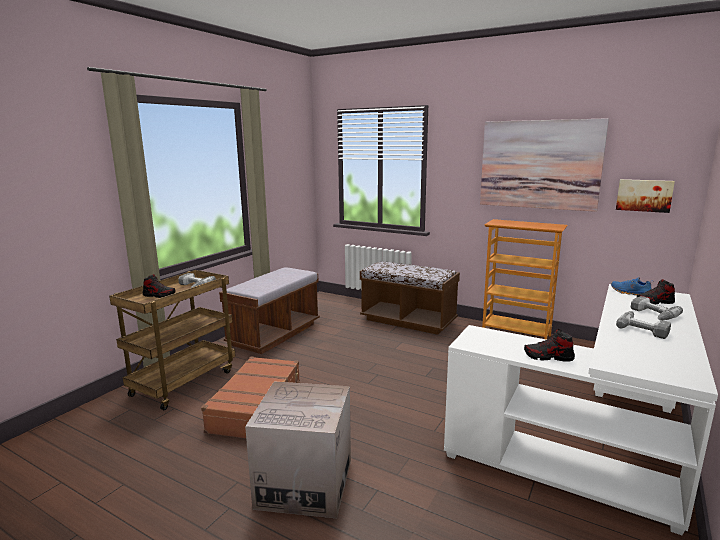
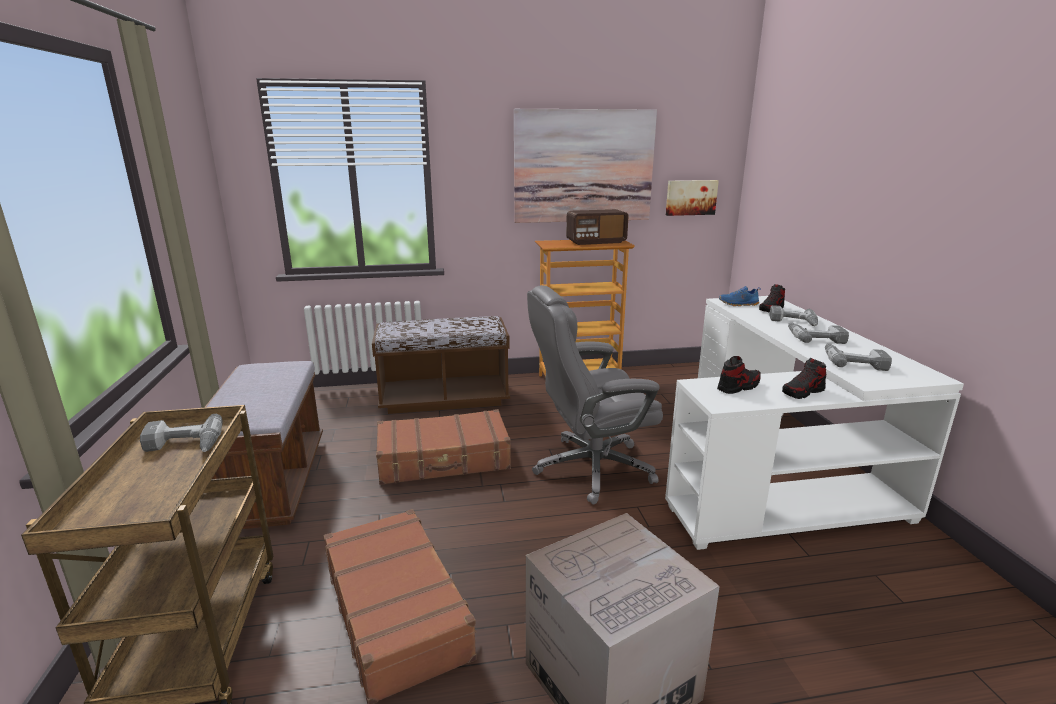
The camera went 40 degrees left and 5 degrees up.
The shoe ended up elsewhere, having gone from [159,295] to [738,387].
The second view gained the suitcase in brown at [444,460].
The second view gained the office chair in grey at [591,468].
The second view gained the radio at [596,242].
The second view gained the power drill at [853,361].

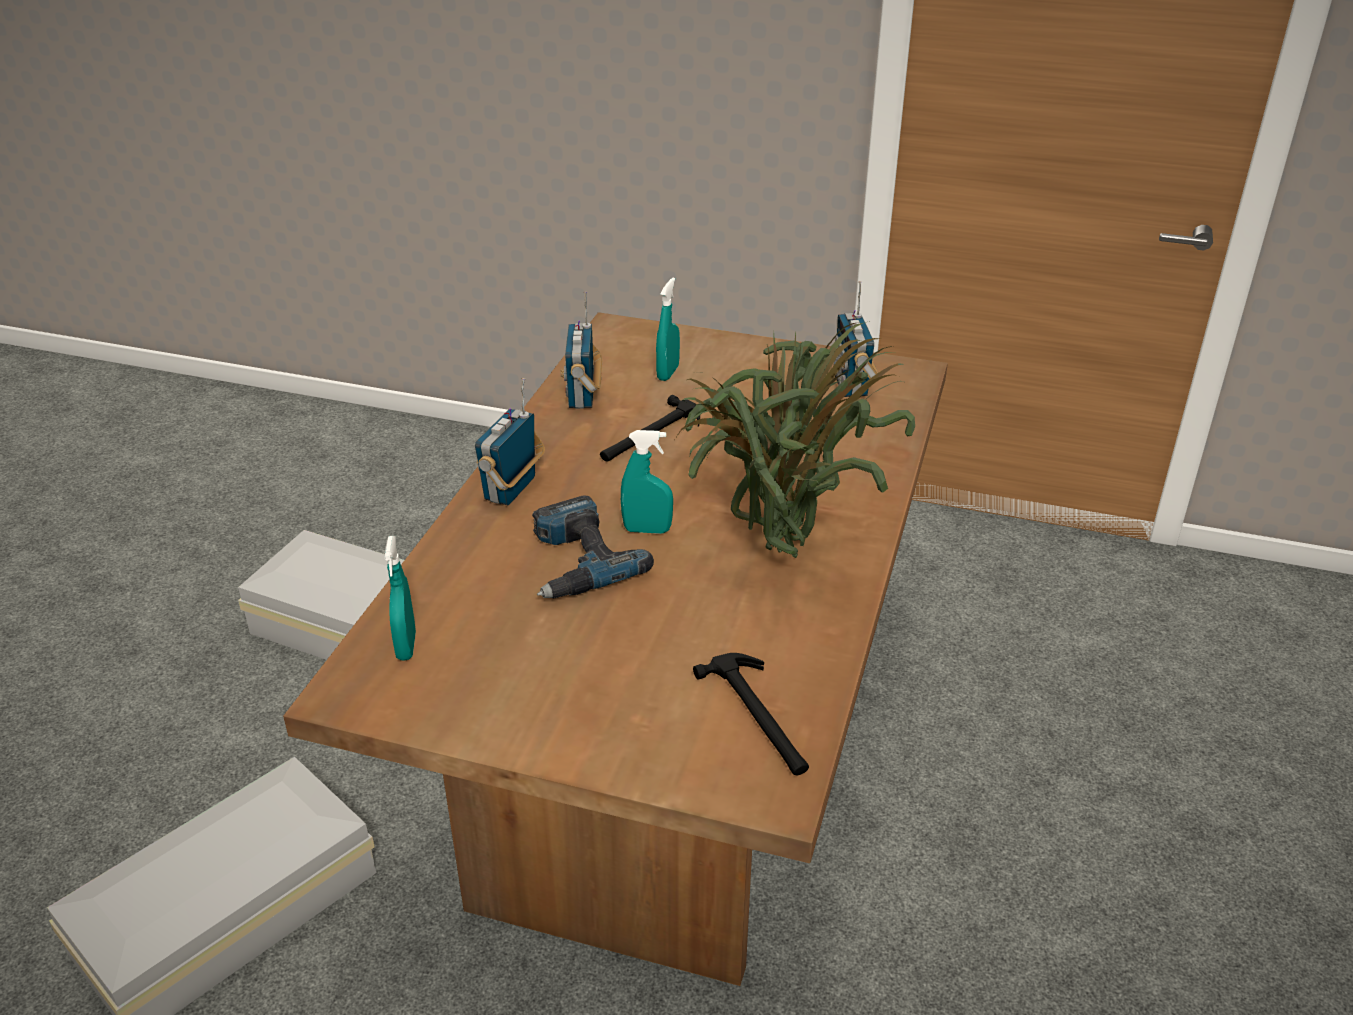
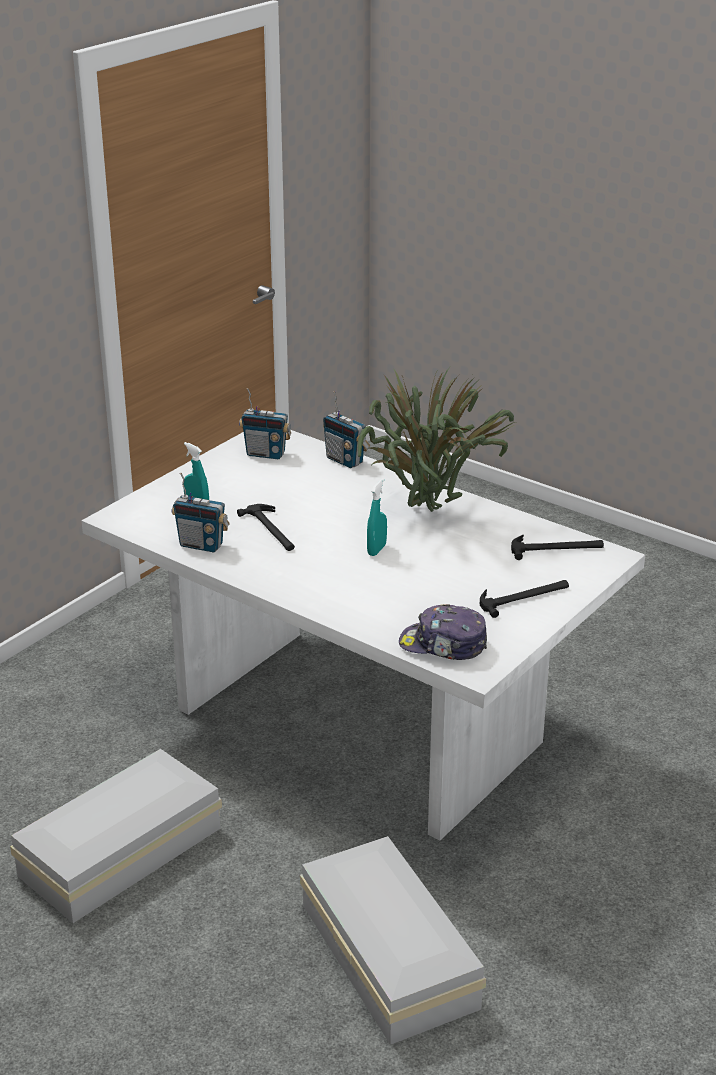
The camera went 70 degrees left and 5 degrees down.
What was the dining table in brown at [678,762] turned into the dining table in white at [360,725].
Where the spray bottle in turquoise stood at [406,646], the cap came to stand at [443,645].
The radio ended up elsewhere, having gone from [511,489] to [345,460].
The second view lost the power drill at [576,561].
The second view gained the hammer at [524,597].

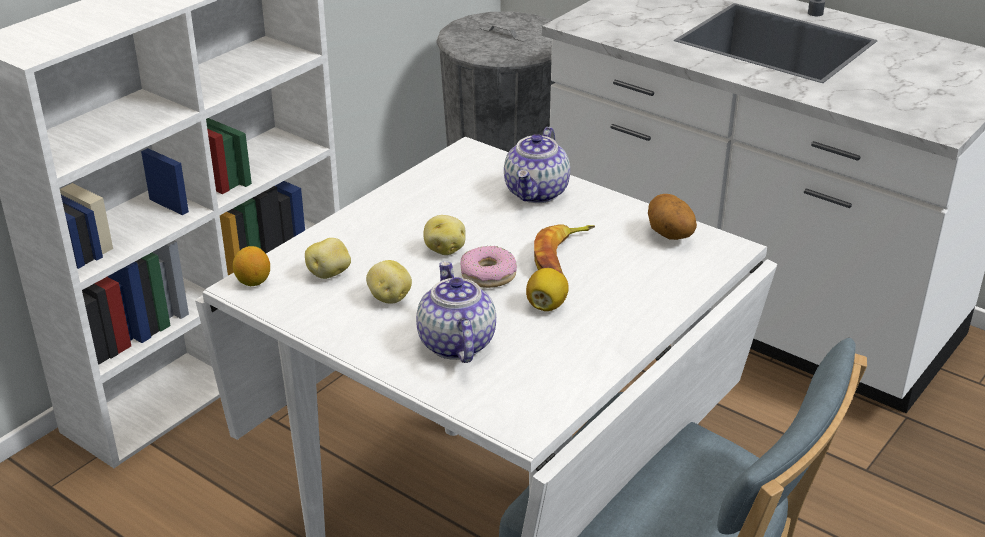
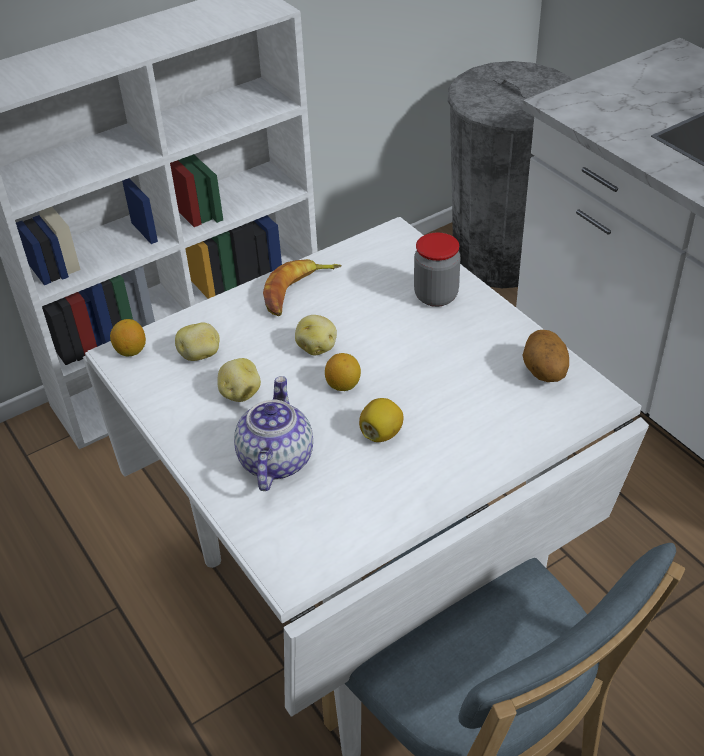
The camera went 20 degrees right and 10 degrees up.
Where the donut stood at [488,275], the lemon came to stand at [343,385].
Where the teapot stood at [537,193], the jar came to stand at [436,296].
The banana ended up elsewhere, having gone from [563,258] to [298,292].

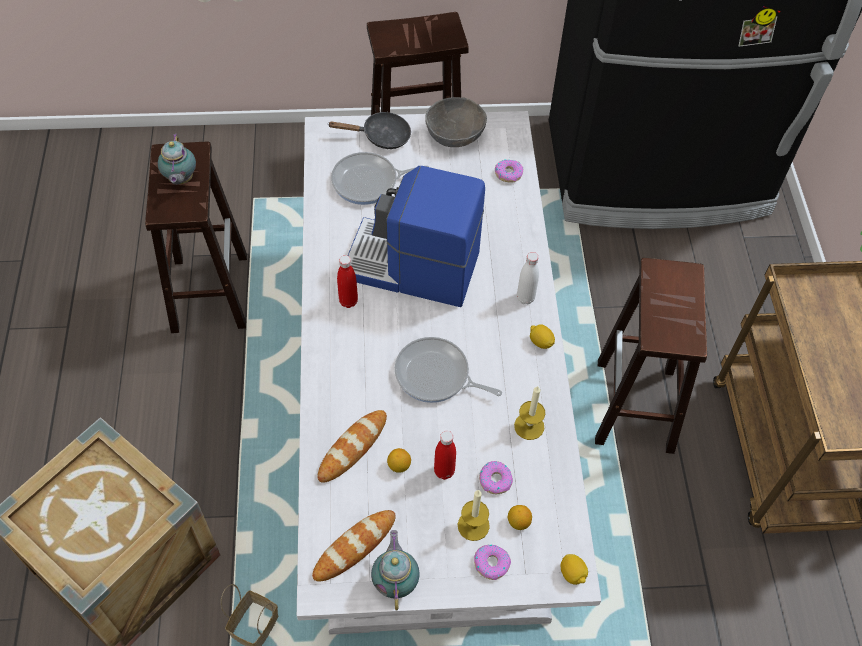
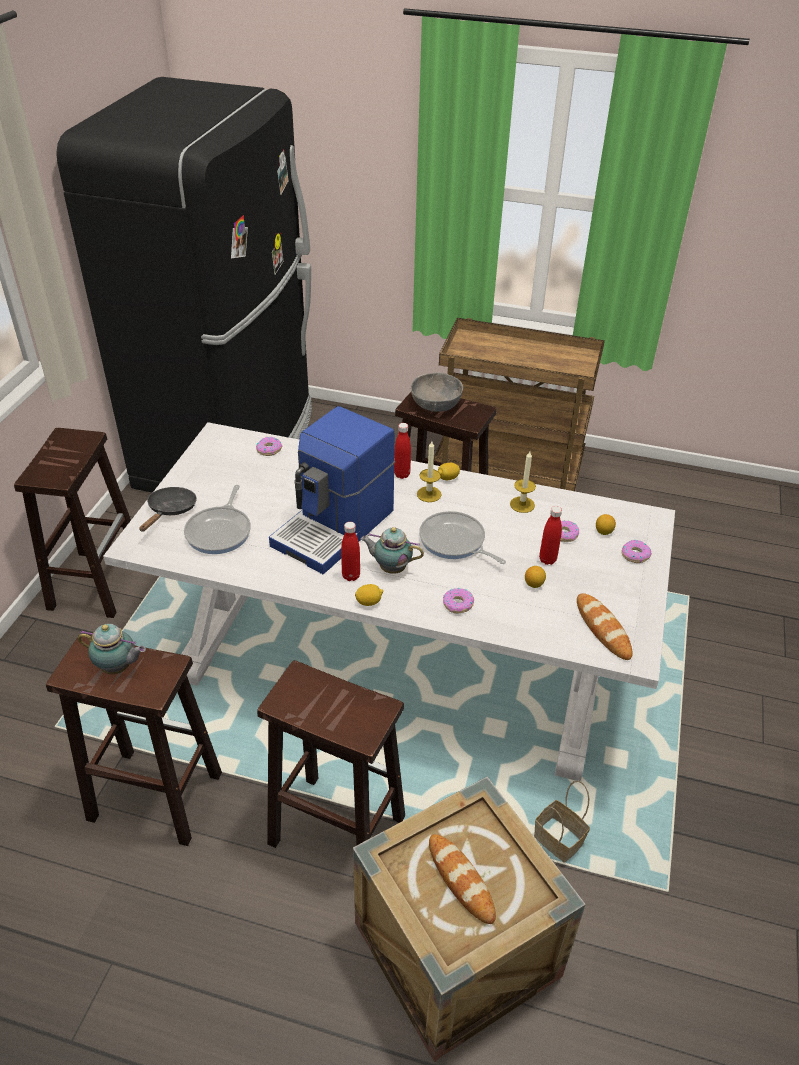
The camera went 70 degrees left and 15 degrees down.
The bread ended up elsewhere, having gone from [352,447] to [460,880].
The teapot ended up elsewhere, having gone from [396,581] to [391,568].
The frying pan at [436,376] ended up facing another way, 90 degrees clockwise from before.
The bowl in grey ended up elsewhere, having gone from [455,135] to [436,404].
The candle ended up elsewhere, having gone from [473,525] to [429,494].
What was the bottle in white at [525,298] turned into the bottle in red at [402,474].
The lemon ended up elsewhere, having gone from [572,574] to [369,602].
The second view gained the stool in brown at [335,830].
The second view gained the donut at [458,604].

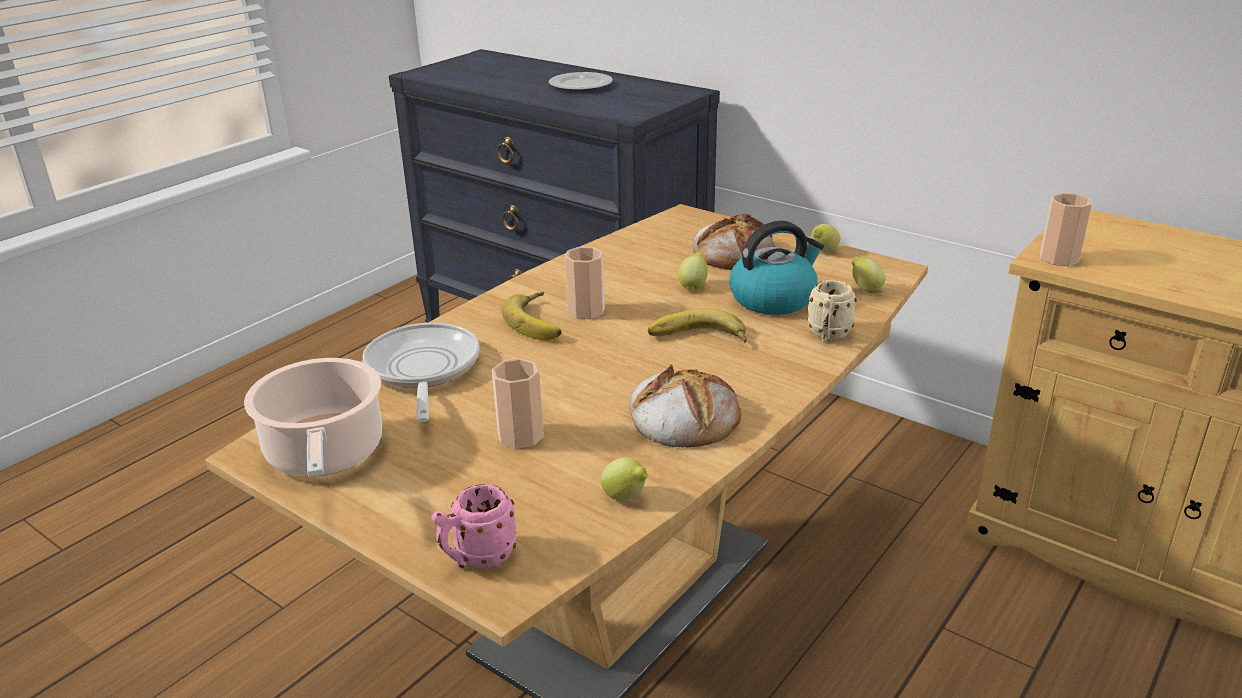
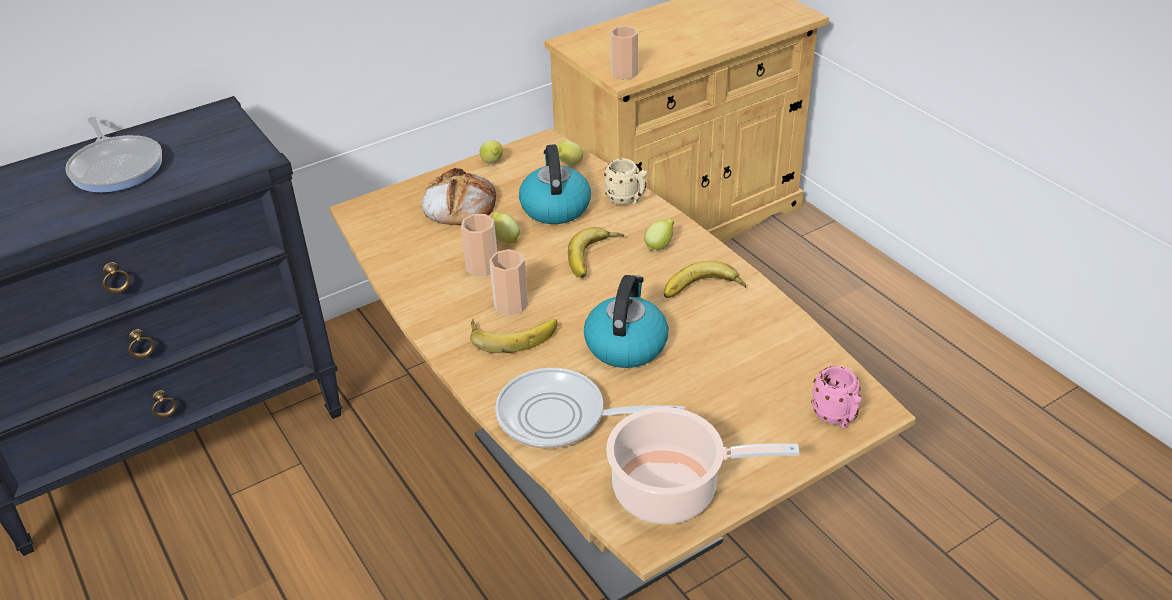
The camera went 70 degrees left and 10 degrees up.
The cup ended up elsewhere, having gone from [520,436] to [482,267].
Where the plate stood at [581,85], the frying pan came to stand at [117,167].
The lemon ended up elsewhere, having gone from [625,497] to [659,246].
Where the bread stood at [683,416], the banana came to stand at [703,291].
The second view gained the kettle at [626,344].

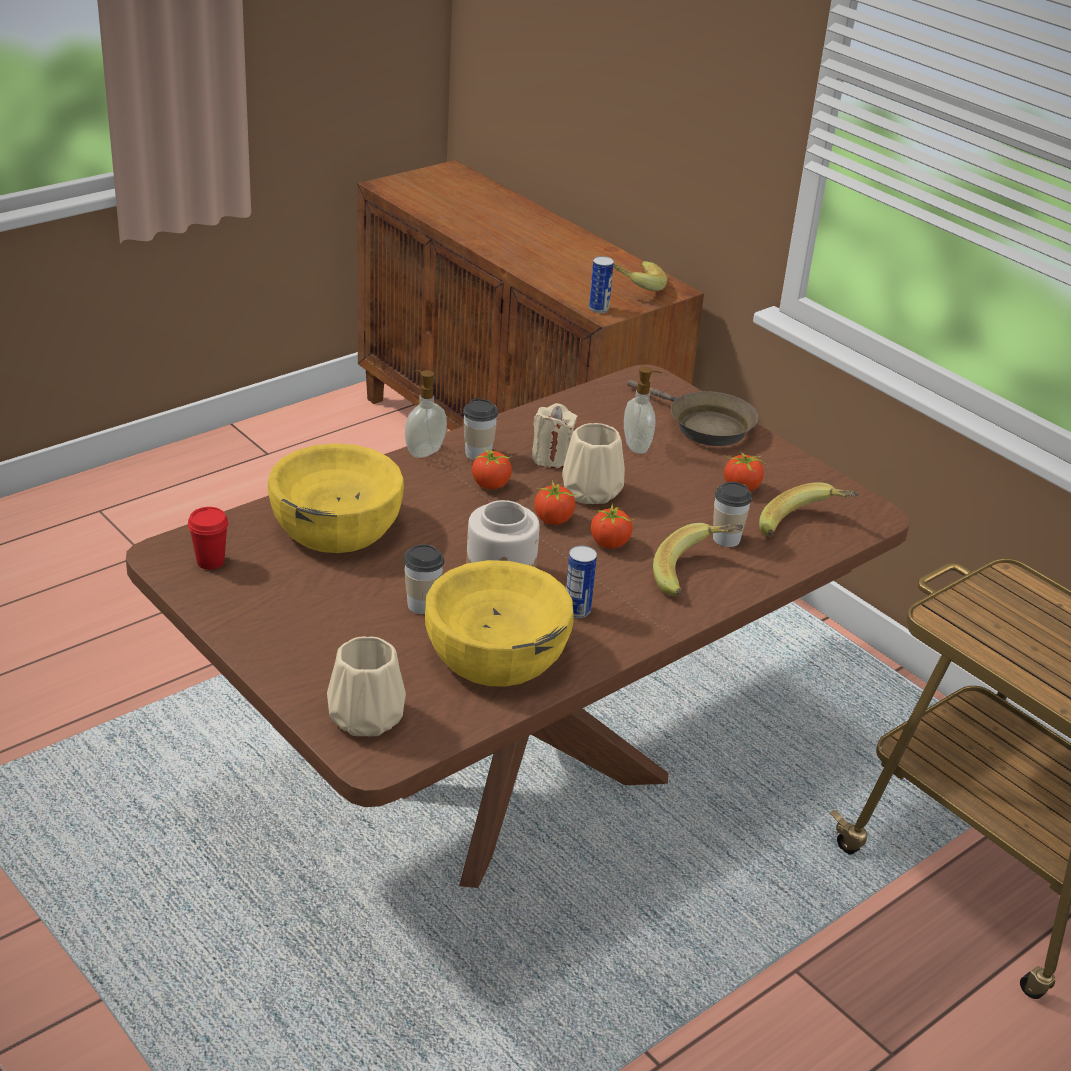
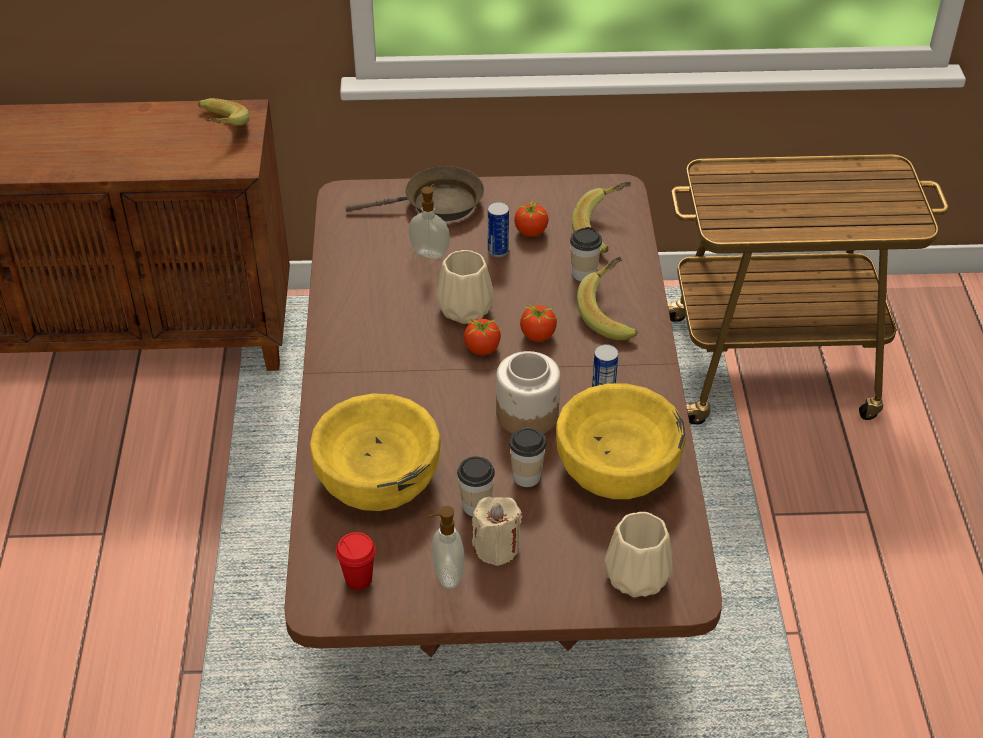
The camera went 50 degrees left and 10 degrees up.
The soap dispenser ended up elsewhere, having gone from [424,451] to [447,575].
The cup ended up elsewhere, having gone from [478,454] to [476,506].
The second view lost the tomato at [491,485].
The candle in beige ended up elsewhere, having gone from [552,458] to [496,547].
The can ended up elsewhere, having gone from [598,309] to [498,251].

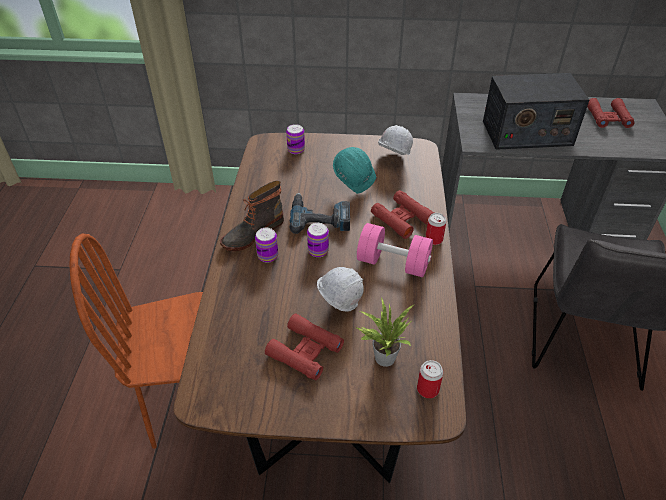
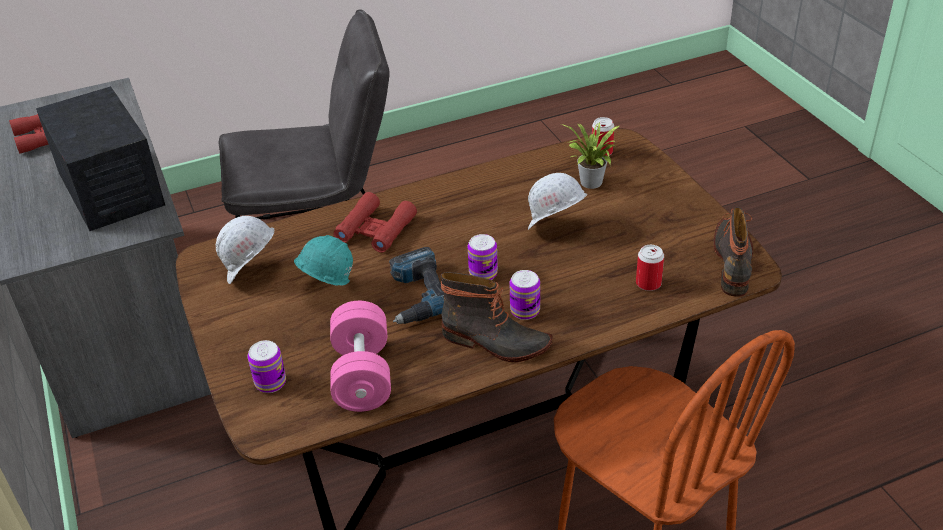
The camera went 115 degrees left and 5 degrees down.
The second view lost the binoculars in red at [305,351].
The dumbbell in pink ended up elsewhere, having gone from [393,263] to [362,375].
The can ended up elsewhere, having gone from [434,239] to [648,283].
The second view gained the boot at [734,262].

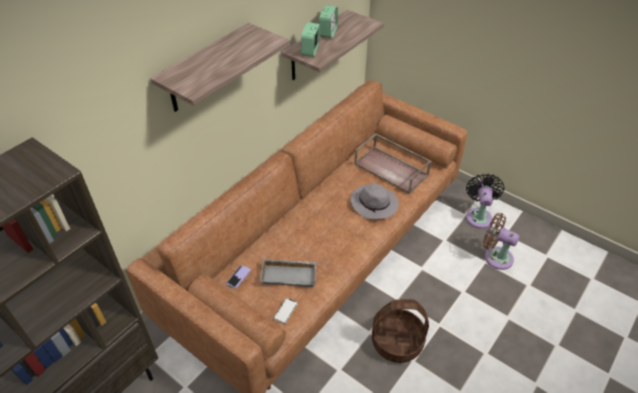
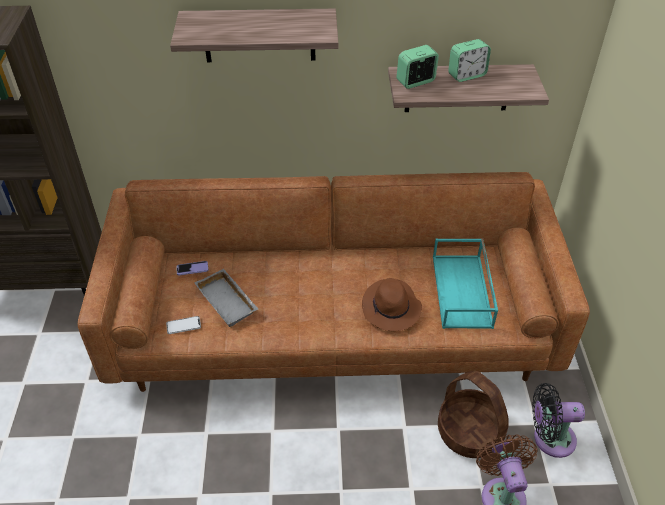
The camera went 50 degrees right and 0 degrees up.
What was the hat in grey at [374,204] turned into the hat in brown at [391,308].
What was the tray in brown at [392,169] turned into the tray in turquoise at [463,292].
The basket ended up elsewhere, having gone from [397,341] to [470,432].
The fan in black at [478,216] ended up facing another way, 150 degrees counterclockwise from before.

